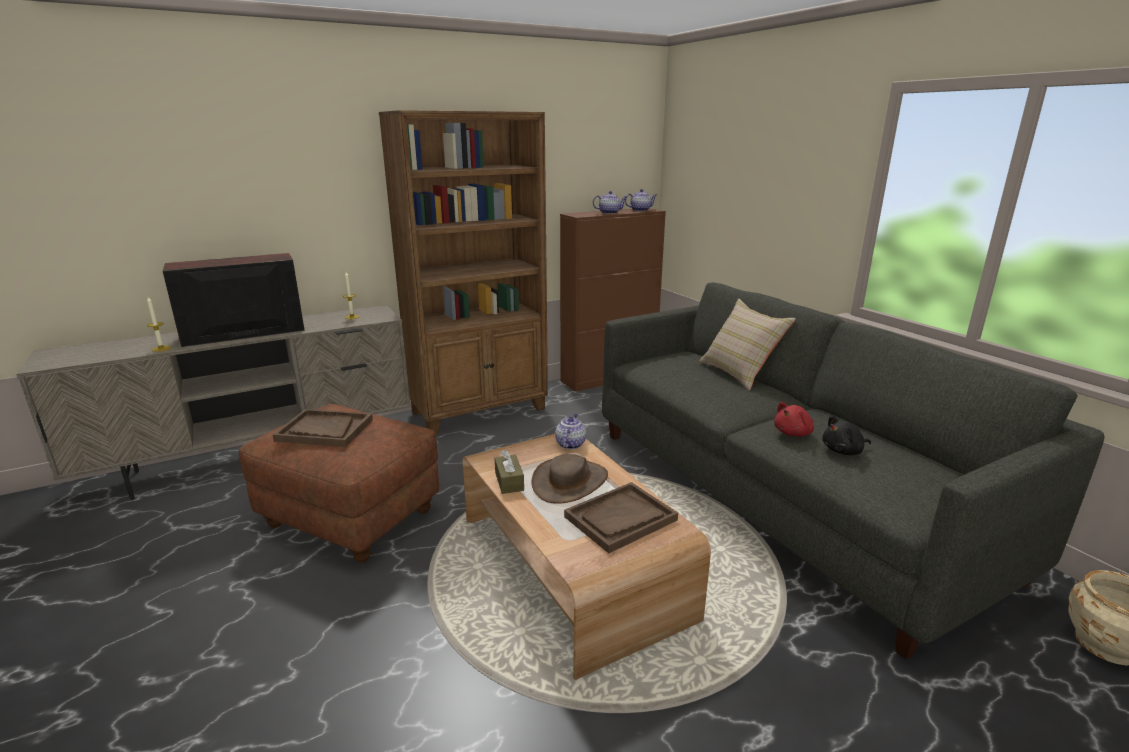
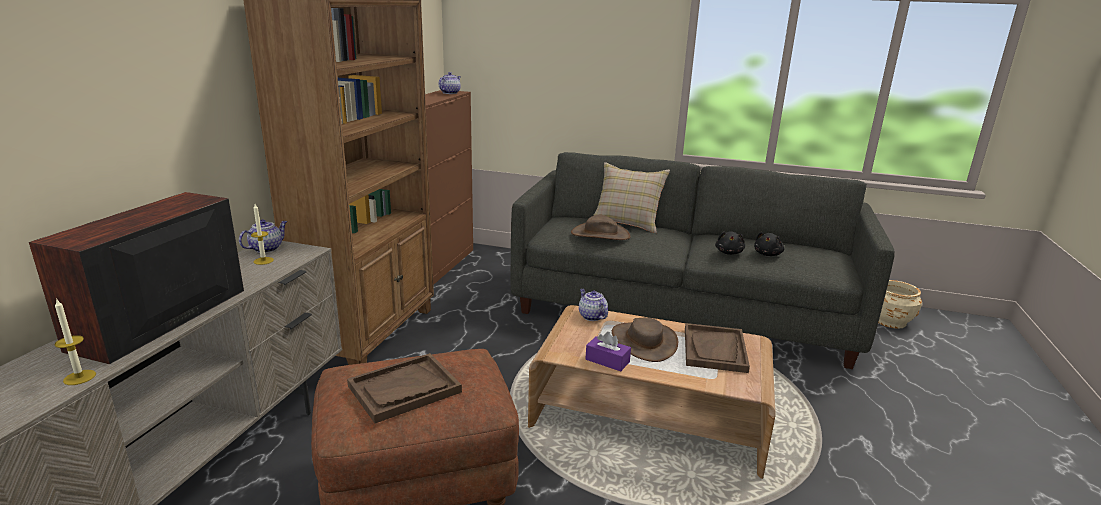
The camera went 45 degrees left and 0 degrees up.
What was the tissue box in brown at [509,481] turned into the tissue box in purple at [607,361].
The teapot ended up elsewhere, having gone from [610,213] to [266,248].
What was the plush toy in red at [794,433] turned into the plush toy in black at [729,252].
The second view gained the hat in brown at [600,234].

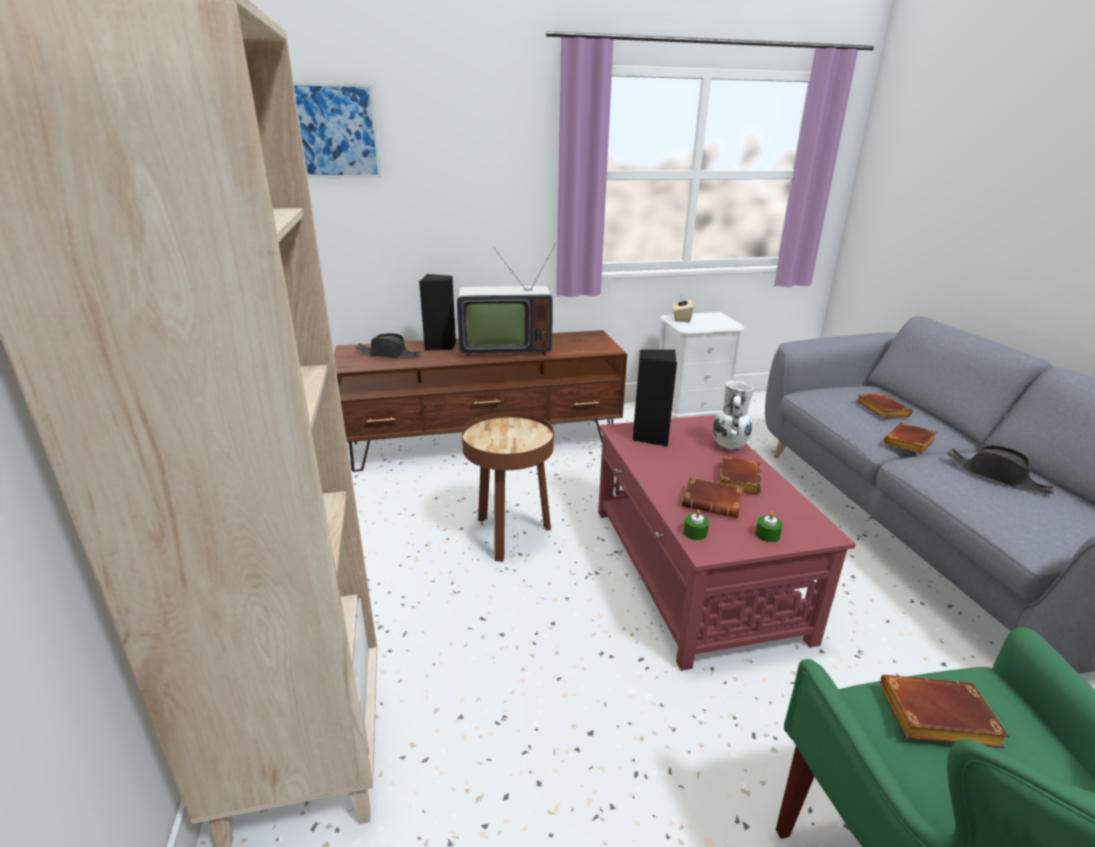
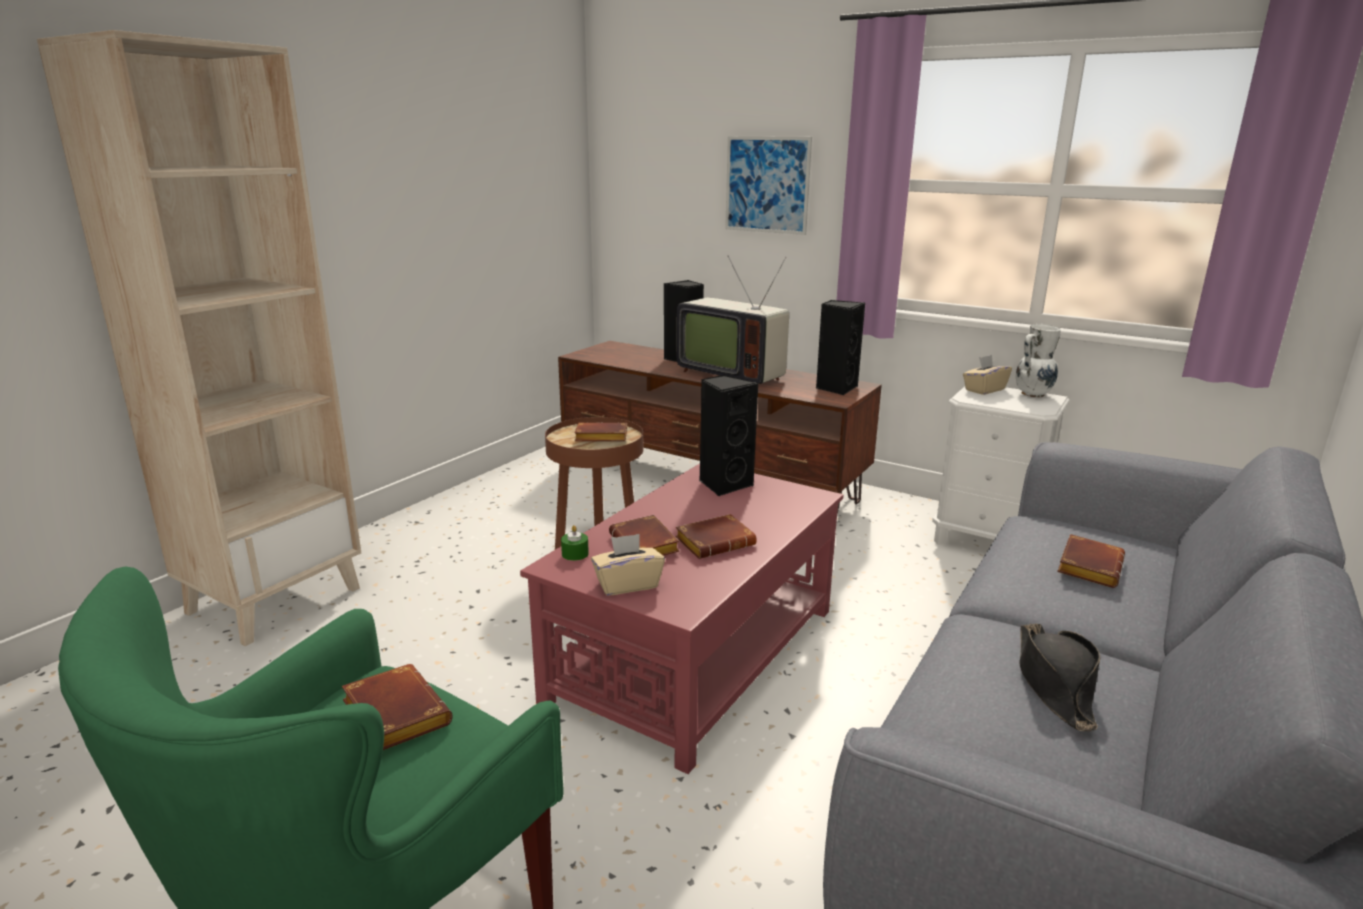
The camera went 45 degrees right and 5 degrees down.
The picture ended up elsewhere, having gone from [332,131] to [767,185].
The second view lost the hat in black at [389,355].
The vase in white ended up elsewhere, having gone from [729,446] to [1033,395].
Where the candle in green stood at [767,535], the tissue box in beige came to stand at [627,584].
The book in brown ended up elsewhere, having gone from [910,443] to [599,438].
The second view gained the speaker in black at [836,388].

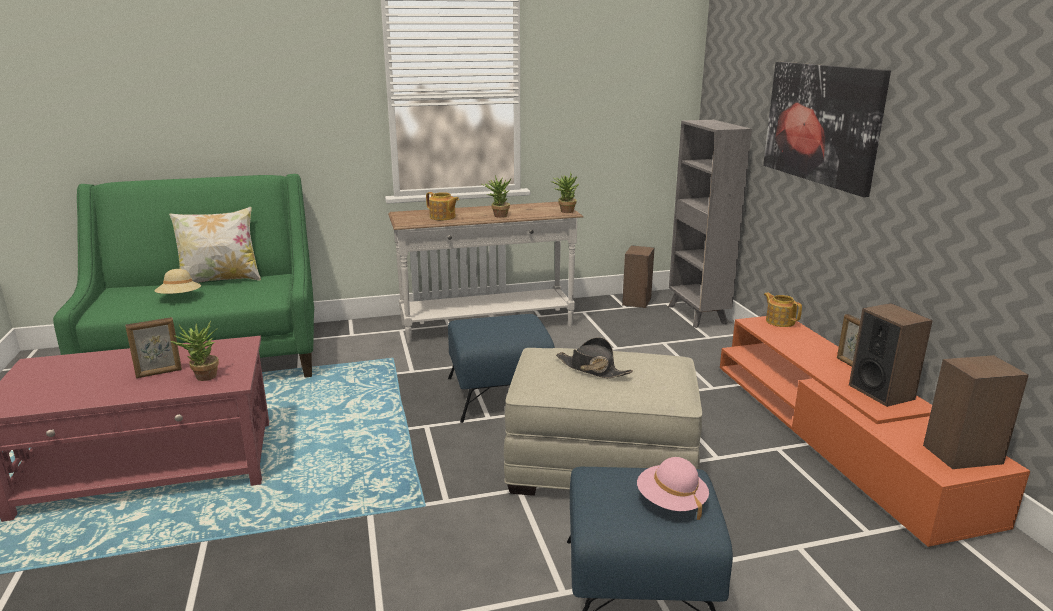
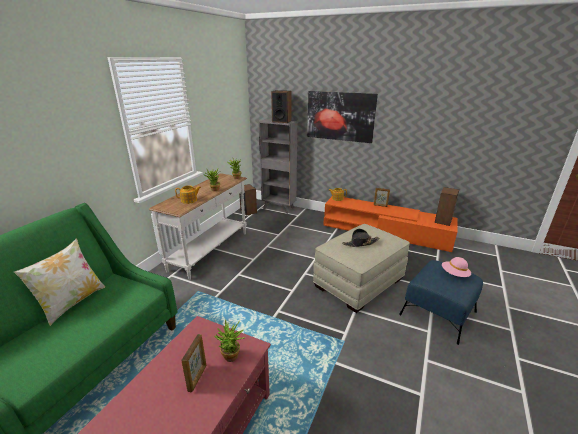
The camera went 50 degrees left and 5 degrees up.
The second view lost the hat in beige at [180,298].
The second view lost the ottoman in blue at [501,394].
The speaker ended up elsewhere, having gone from [881,392] to [281,121].

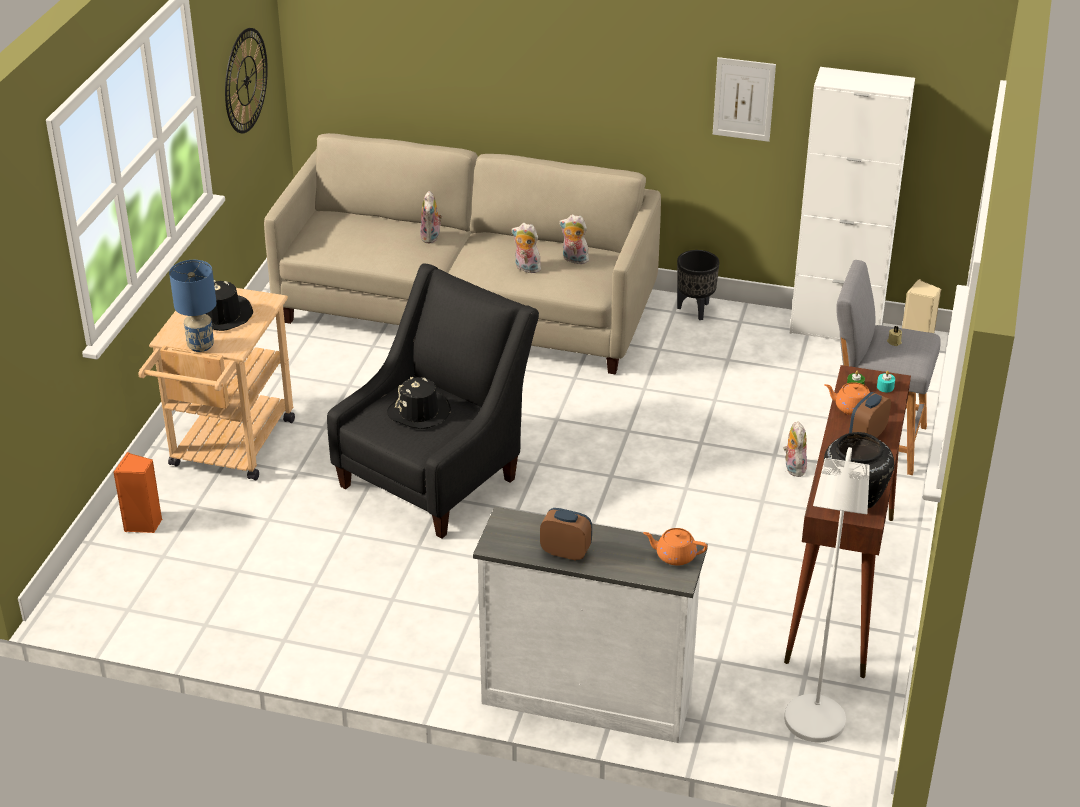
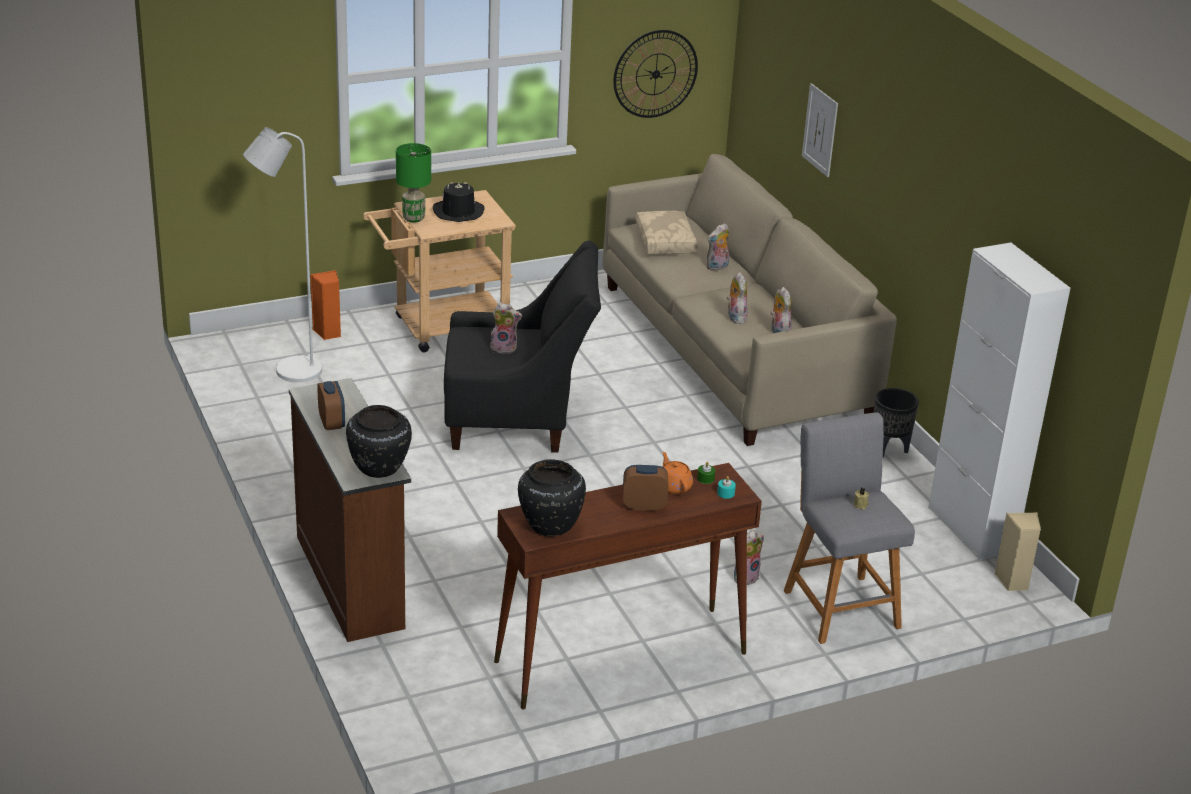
The camera went 50 degrees right and 5 degrees down.
What was the table lamp in blue at [201,346] turned into the table lamp in green at [414,218].
Where the hat in black stood at [419,412], the plush toy came to stand at [504,348].
What was the dresser in white at [586,697] turned into the dresser in brown at [352,580].
Where the teapot in orange stood at [674,556], the vase in black came to stand at [379,468].
The picture ended up elsewhere, having gone from [743,99] to [820,130].
The floor lamp in white ended up elsewhere, having gone from [813,728] to [290,372].
The second view gained the pillow in beige at [666,241].

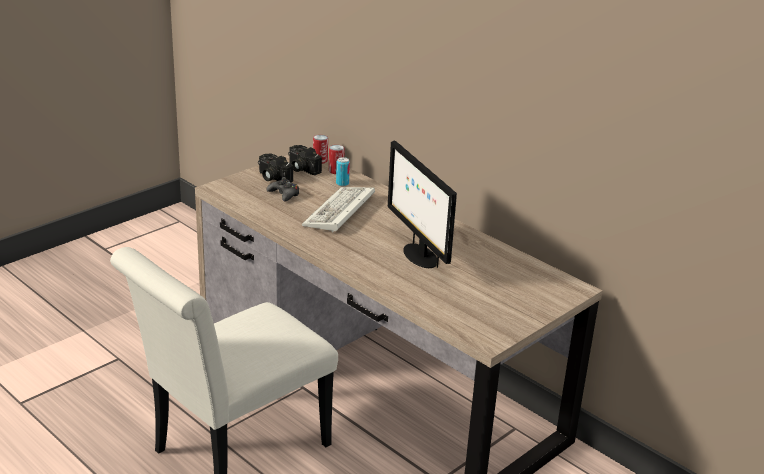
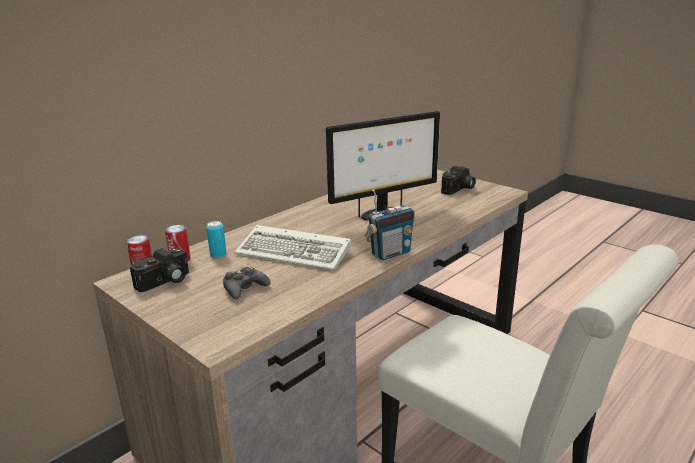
The camera went 90 degrees left and 5 degrees down.
The photo camera ended up elsewhere, having gone from [272,177] to [459,189].
The second view gained the radio at [390,253].

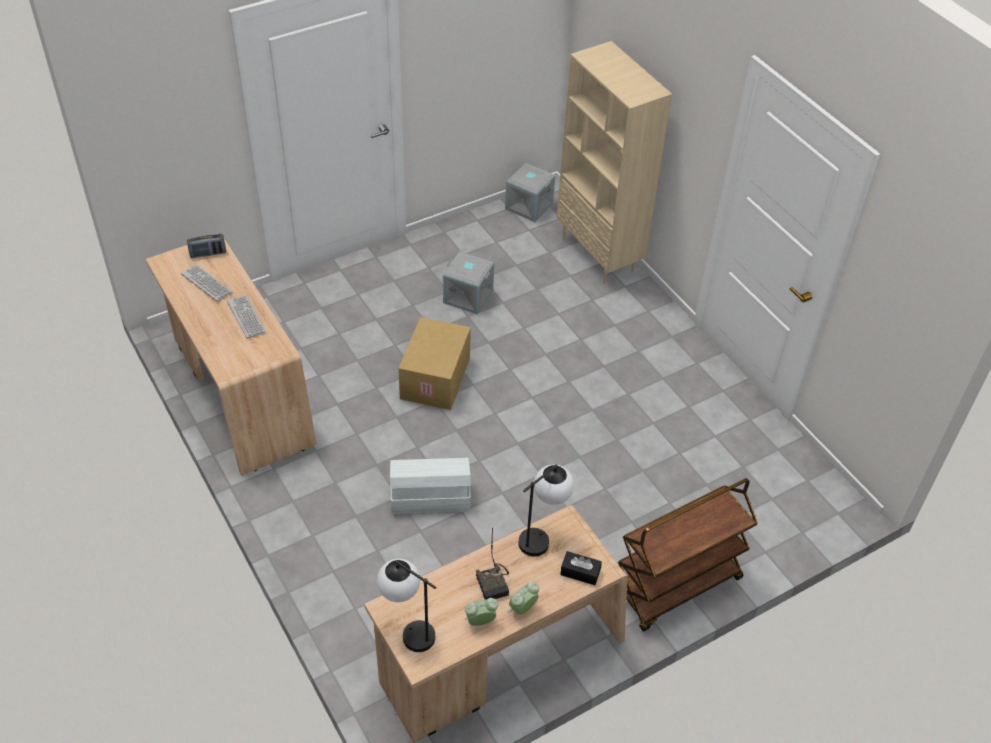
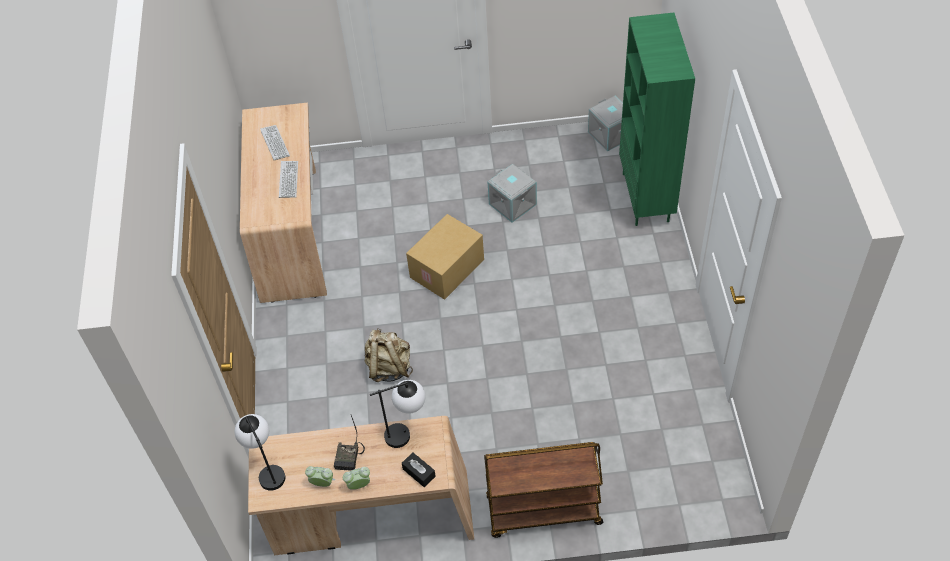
The camera went 30 degrees right and 5 degrees up.
The second view lost the radio at [208,254].
Where the storage box in white stood at [429,497], the backpack in beige came to stand at [389,367].
What was the bookcase in beige at [599,255] turned into the bookcase in green at [646,197].

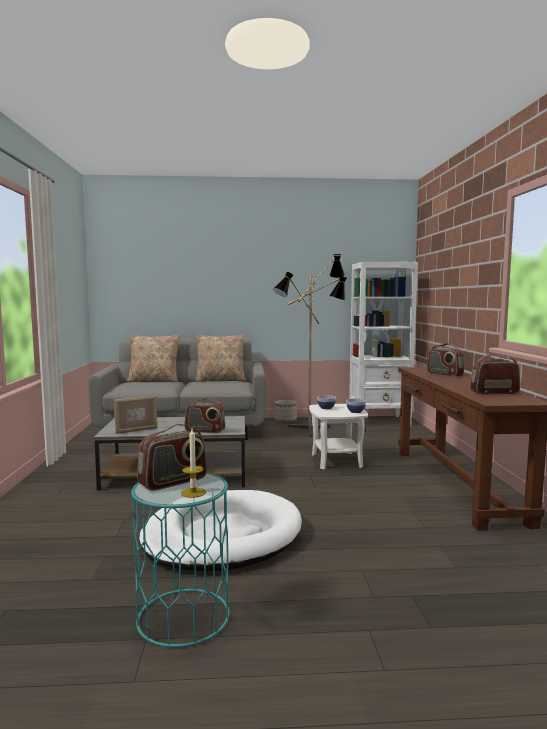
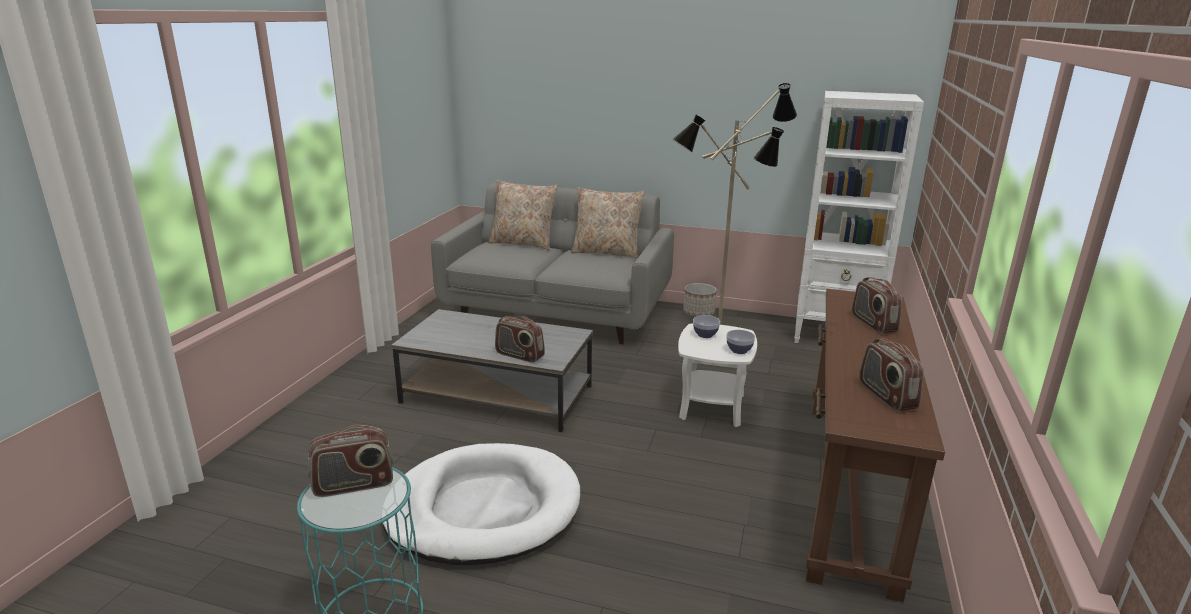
The camera went 20 degrees right and 15 degrees up.
The second view lost the picture frame at [136,430].
The second view lost the candle at [193,492].
The radio at [494,393] ended up facing another way, 120 degrees counterclockwise from before.

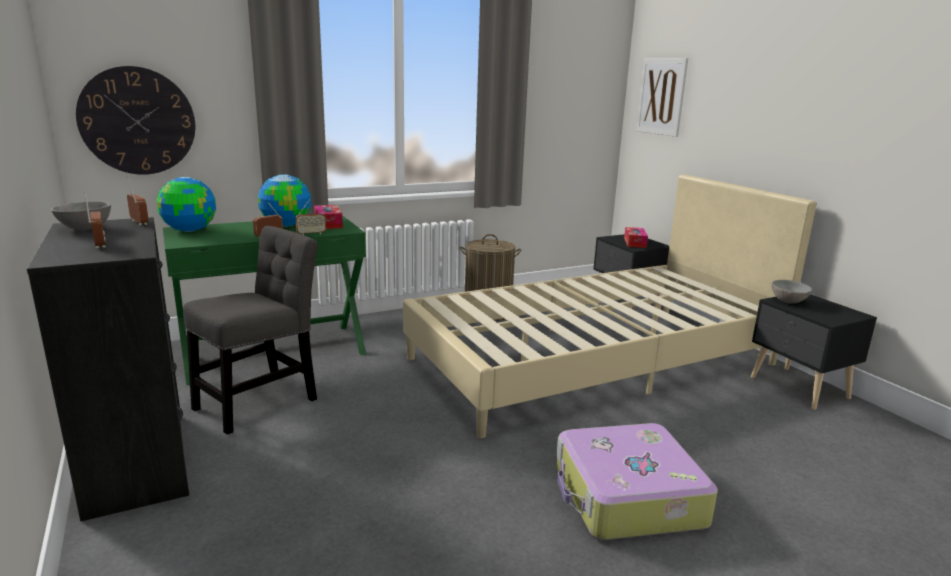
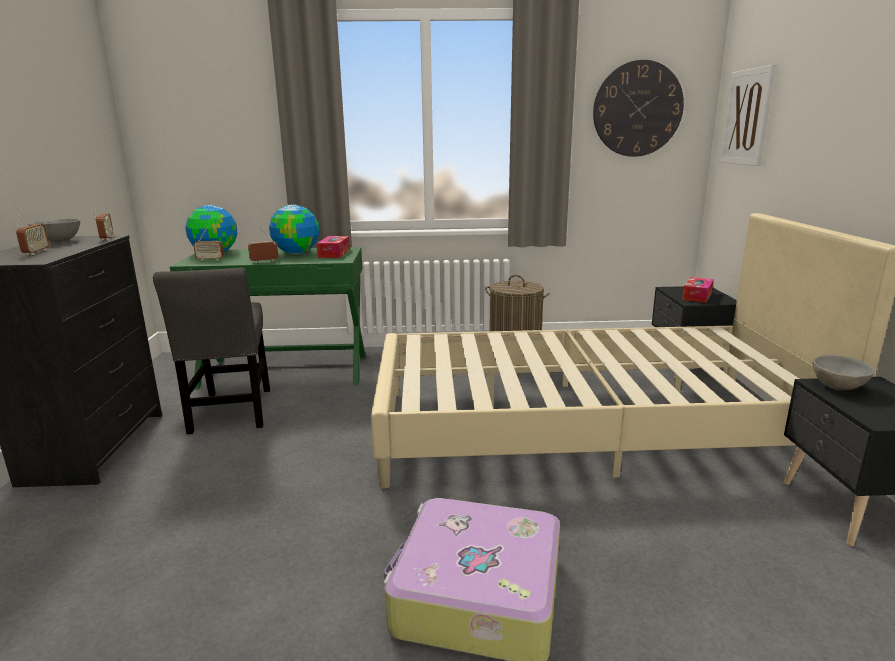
The camera went 25 degrees right and 0 degrees up.
The wall clock ended up elsewhere, having gone from [138,121] to [637,109].
The chair in grey at [261,401] ended up facing another way, 105 degrees clockwise from before.
The radio ended up elsewhere, having gone from [311,234] to [210,260].

